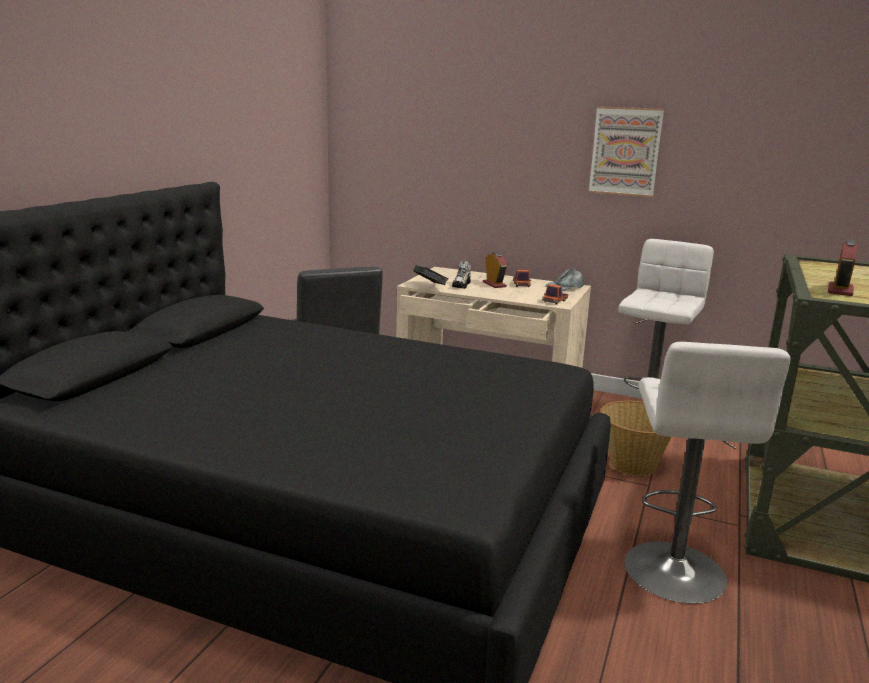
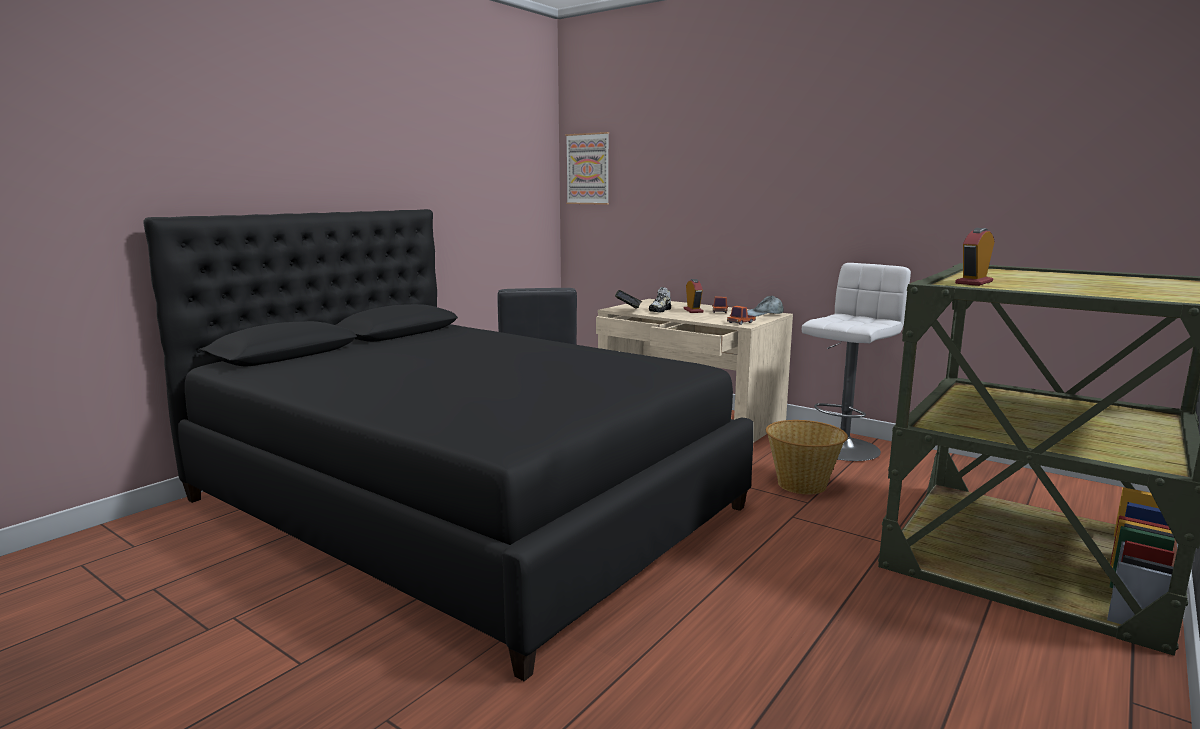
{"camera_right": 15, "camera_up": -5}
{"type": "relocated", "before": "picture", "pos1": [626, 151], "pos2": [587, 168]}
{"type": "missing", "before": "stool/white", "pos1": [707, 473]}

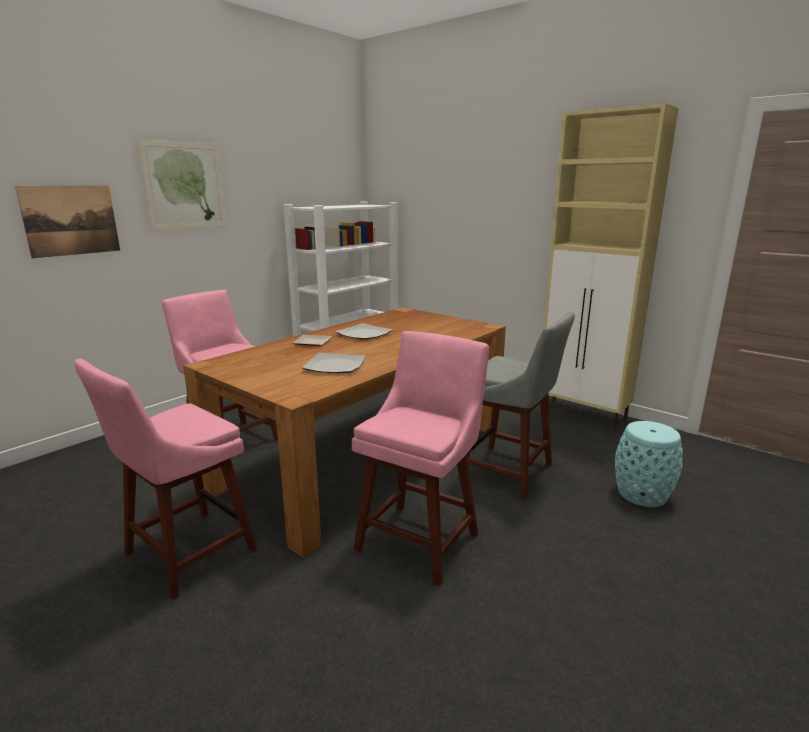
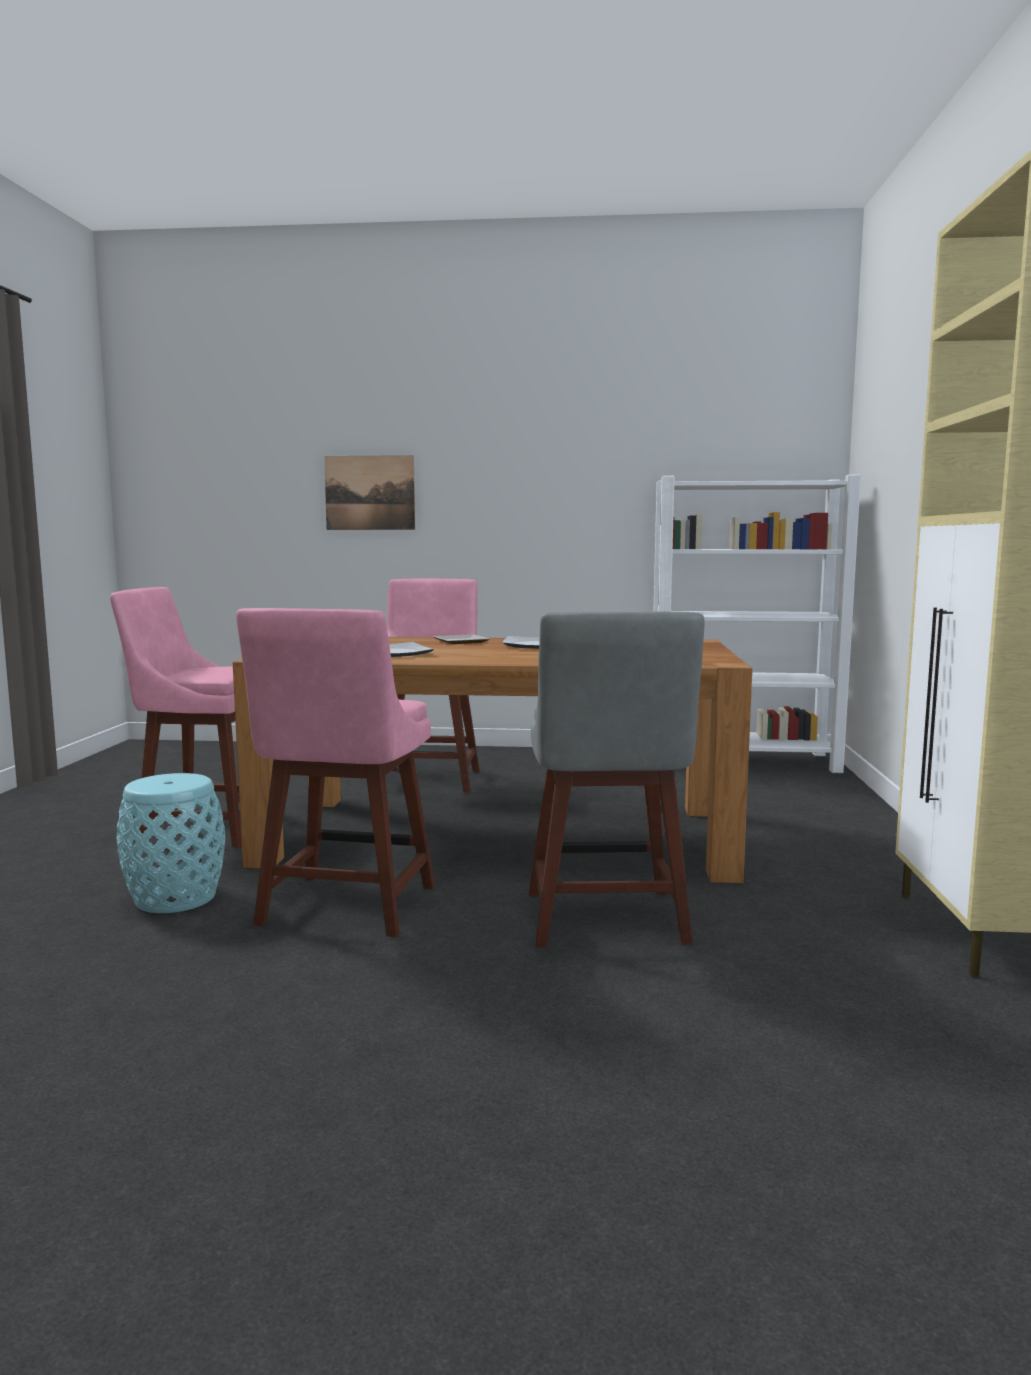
{"camera_right": 55, "camera_up": -10}
{"type": "relocated", "before": "stool/turquoise", "pos1": [649, 464], "pos2": [170, 843]}
{"type": "spun", "before": "chair/pink", "pos1": [420, 458], "pos2": [335, 772], "turn": 105}
{"type": "missing", "before": "picture", "pos1": [182, 185]}

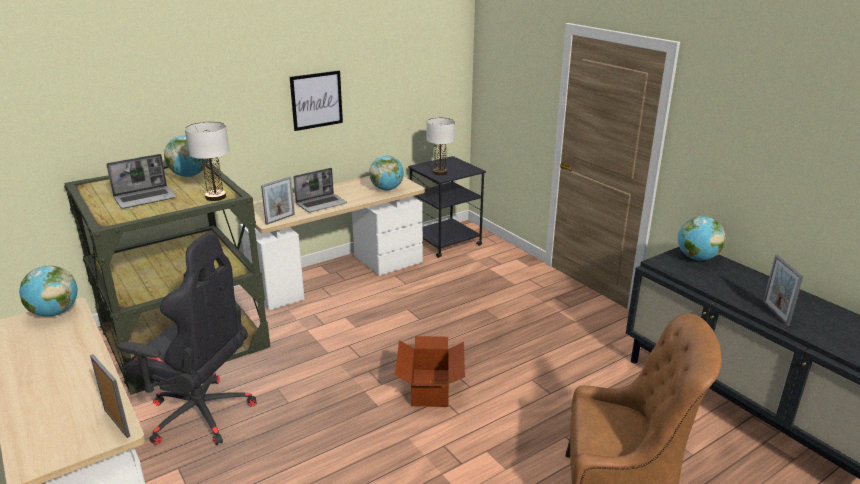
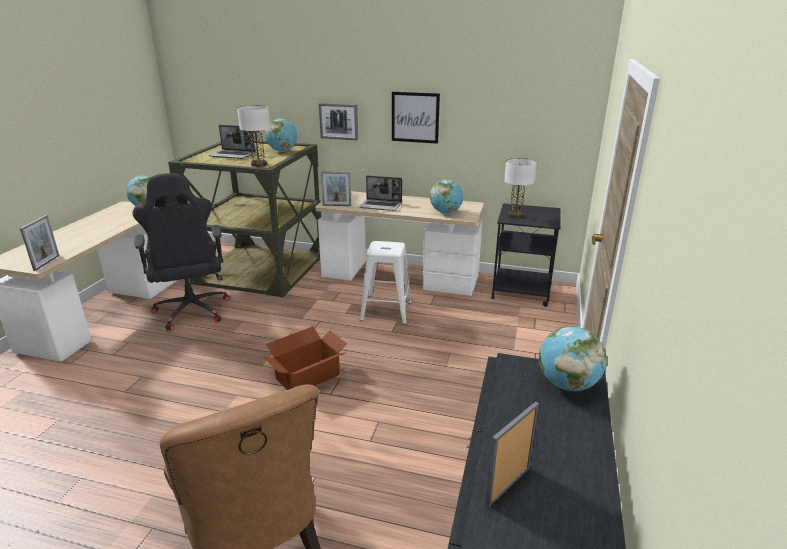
{"camera_right": 50, "camera_up": 0}
{"type": "appeared", "after": "picture", "pos2": [338, 121]}
{"type": "appeared", "after": "stool/white", "pos2": [386, 282]}

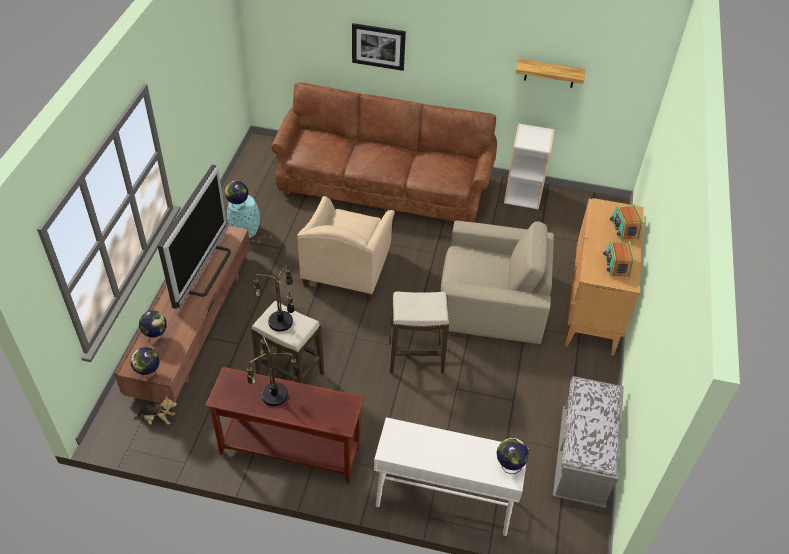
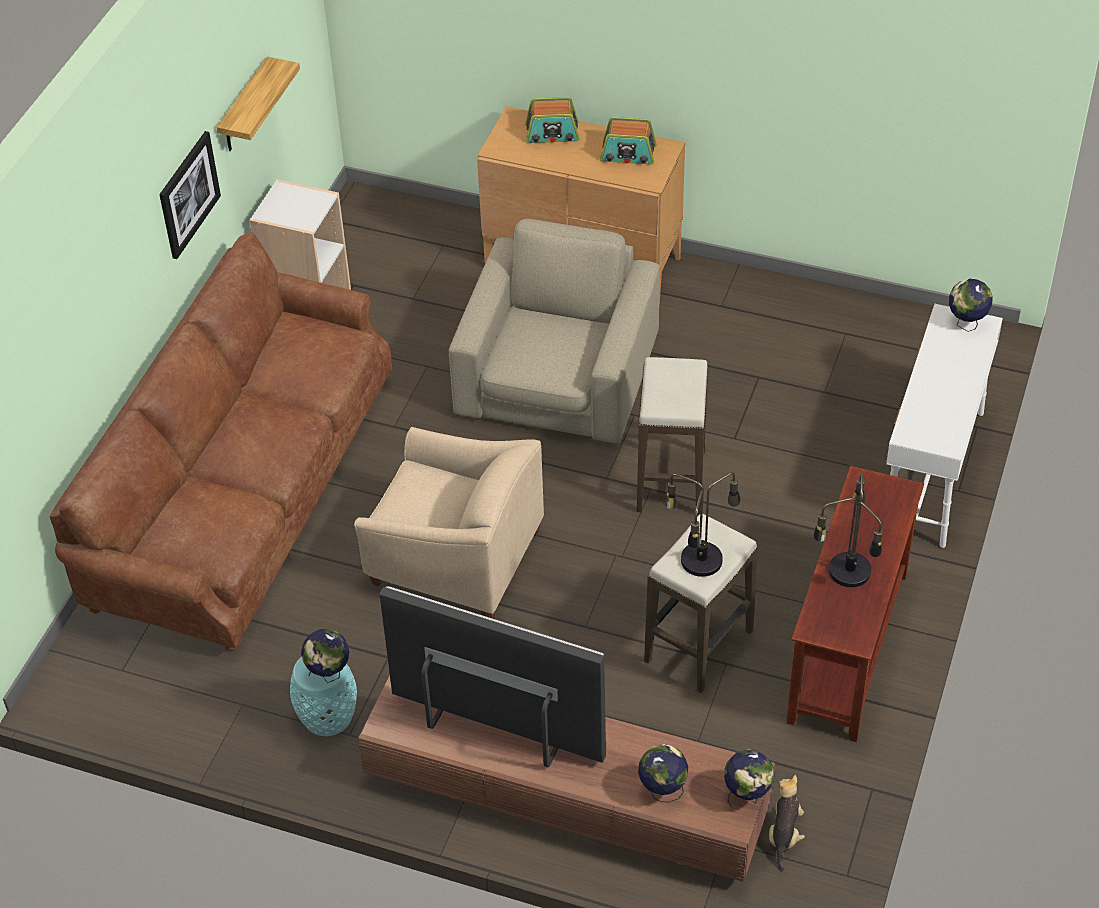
{"camera_right": -80, "camera_up": 0}
{"type": "relocated", "before": "picture", "pos1": [379, 47], "pos2": [190, 195]}
{"type": "missing", "before": "bench/grey", "pos1": [588, 442]}

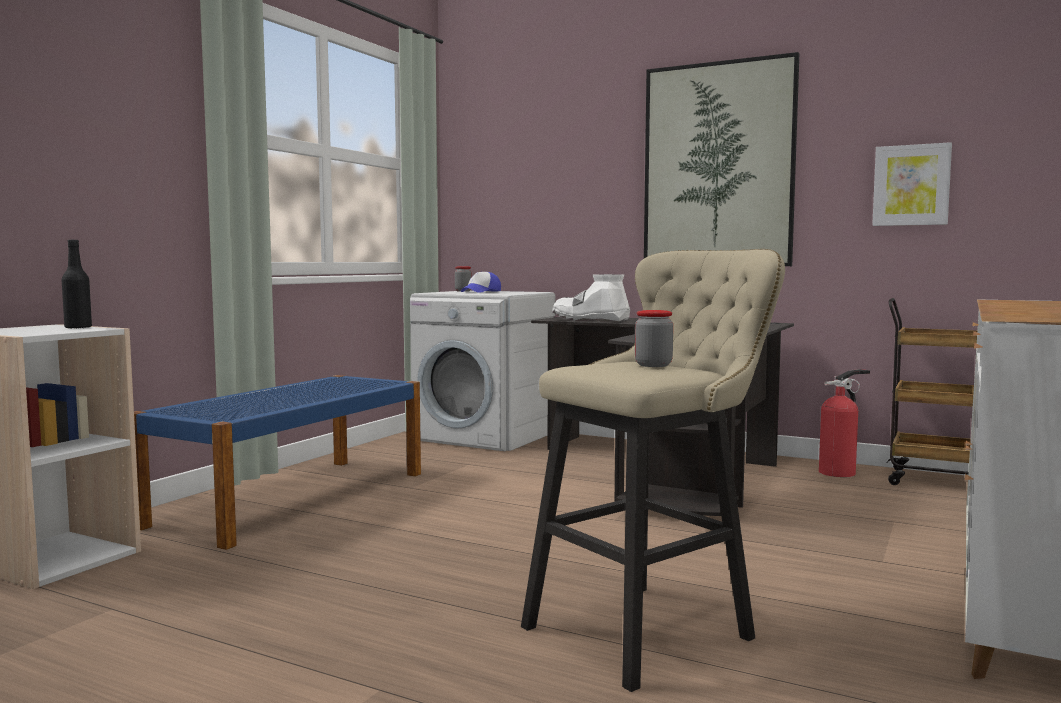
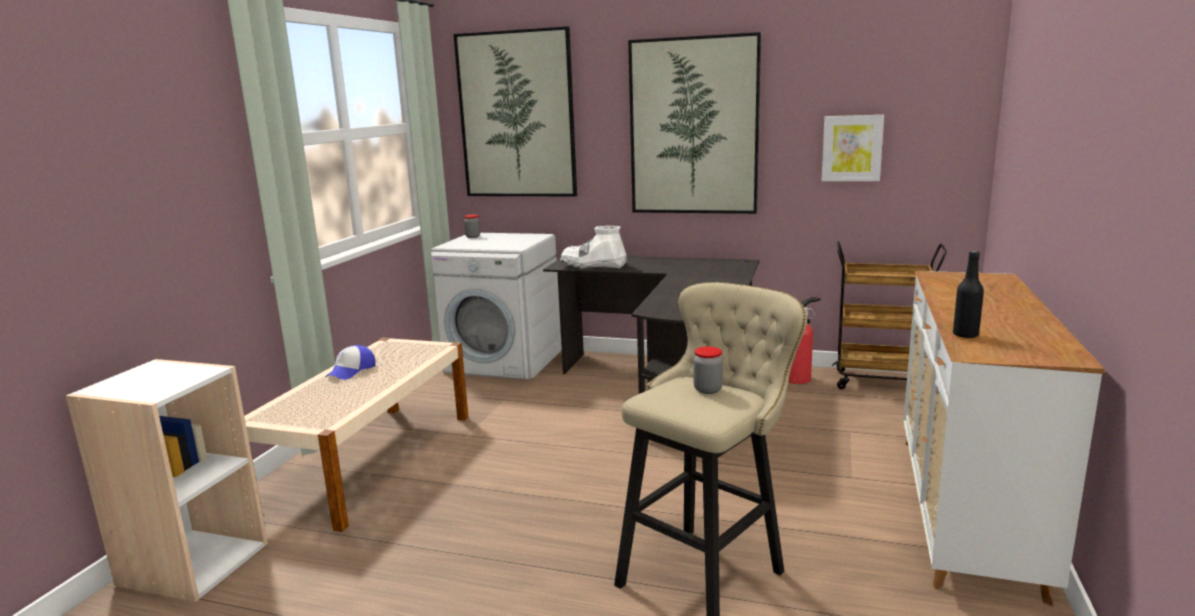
{"camera_right": -10, "camera_up": 10}
{"type": "colour", "before": "bench/blue", "after": "bench/beige", "pos1": [277, 462], "pos2": [356, 434]}
{"type": "relocated", "before": "cap", "pos1": [480, 282], "pos2": [351, 362]}
{"type": "appeared", "after": "picture", "pos2": [515, 111]}
{"type": "relocated", "before": "bottle/black", "pos1": [77, 284], "pos2": [968, 295]}

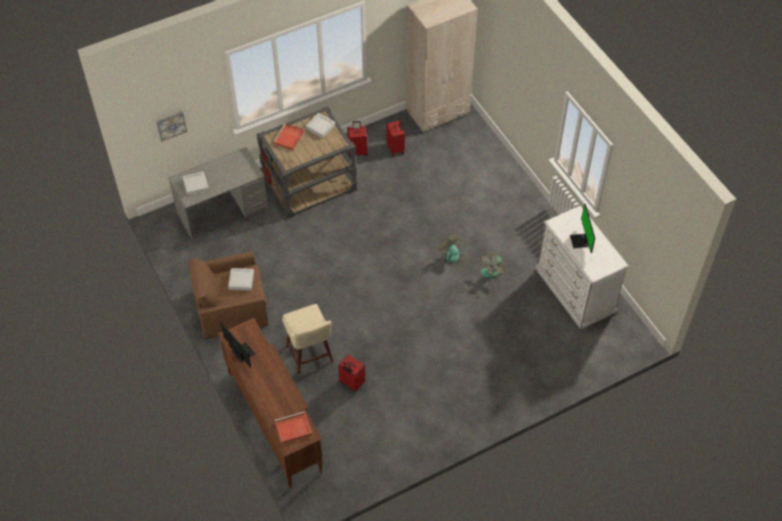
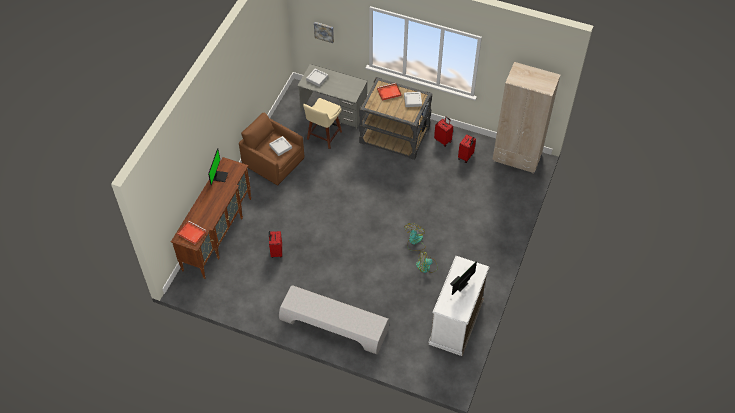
{"camera_right": 50, "camera_up": 0}
{"type": "appeared", "after": "bench/grey", "pos2": [334, 319]}
{"type": "relocated", "before": "stool/beige", "pos1": [308, 339], "pos2": [322, 123]}

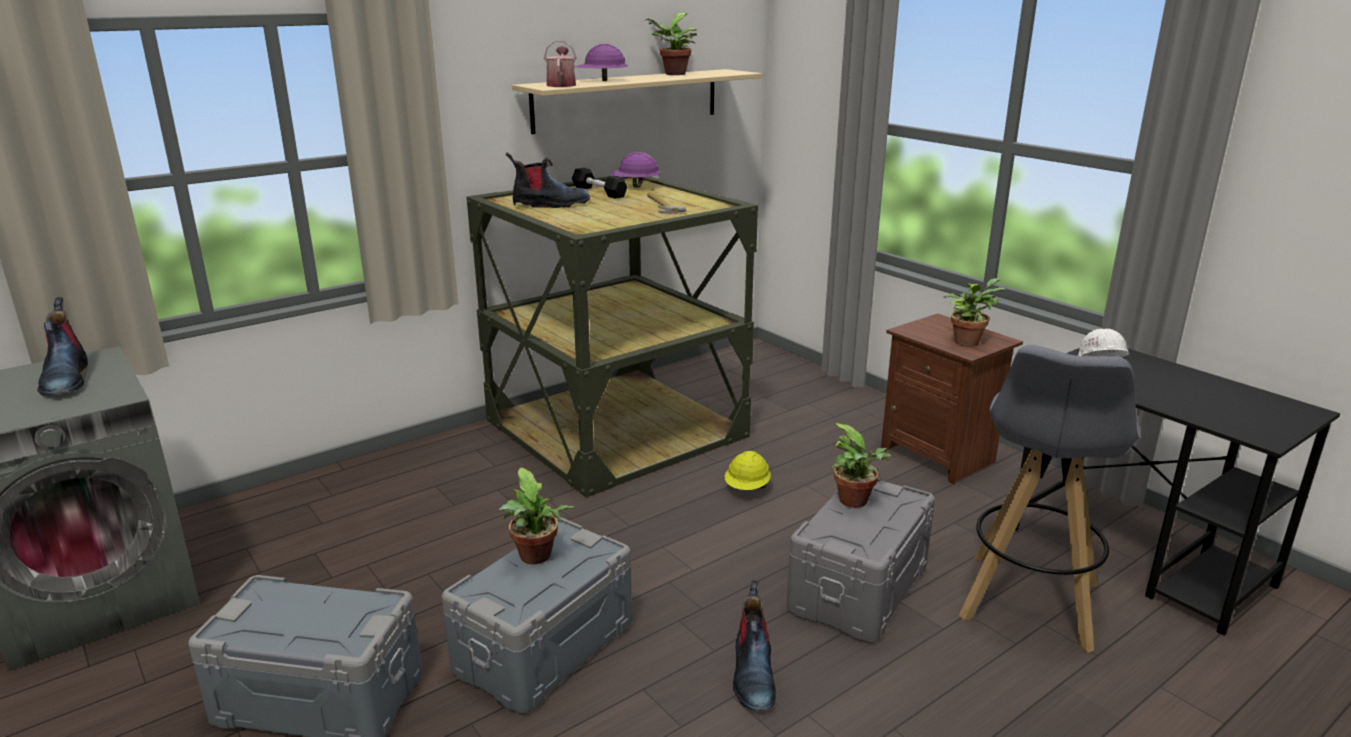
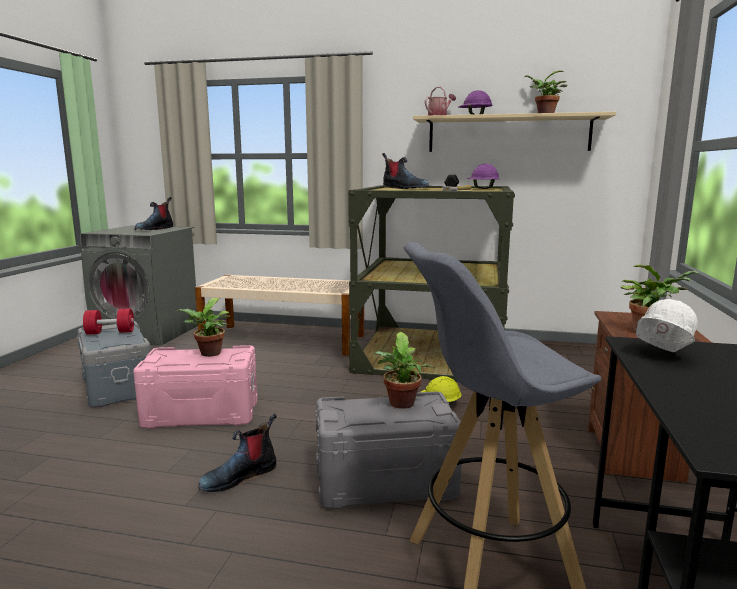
{"camera_right": 50, "camera_up": -10}
{"type": "appeared", "after": "dumbbell/red", "pos2": [108, 321]}
{"type": "colour", "before": "storage box/grey", "after": "storage box/pink", "pos1": [537, 615], "pos2": [195, 387]}
{"type": "appeared", "after": "bench/beige", "pos2": [279, 315]}

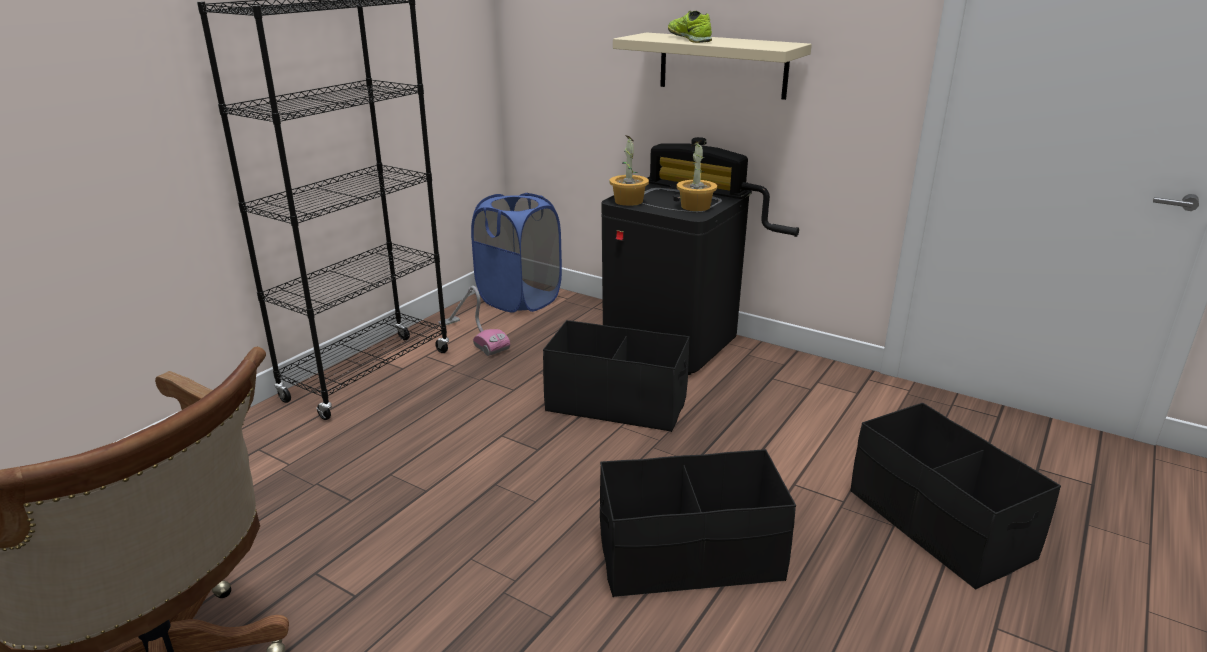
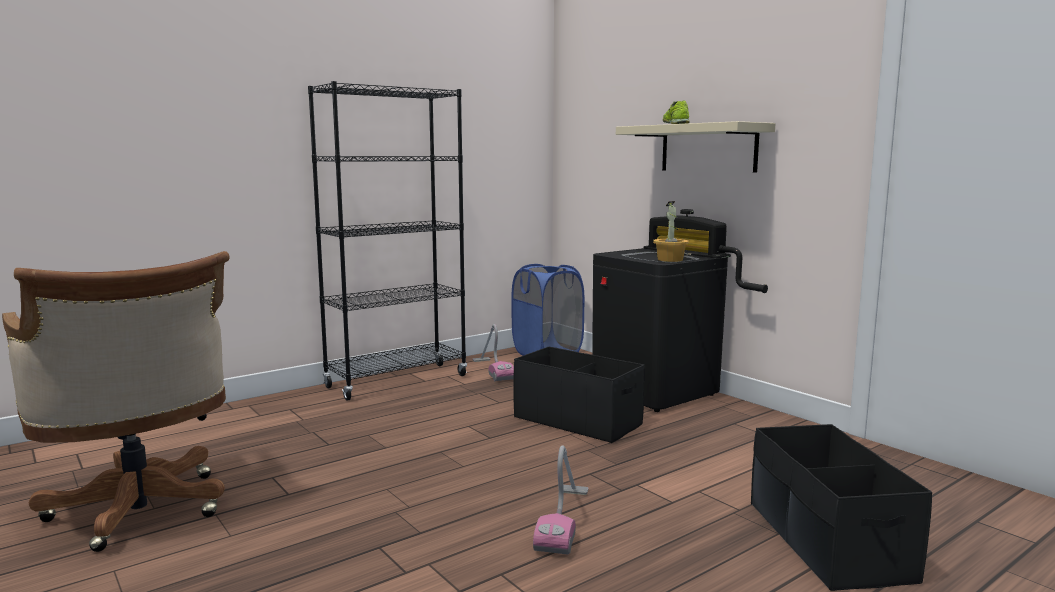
{"camera_right": 20, "camera_up": -15}
{"type": "exchanged", "before": "storage box/black", "after": "vacuum cleaner", "pos1": [698, 523], "pos2": [560, 500]}
{"type": "missing", "before": "potted plant", "pos1": [629, 170]}

